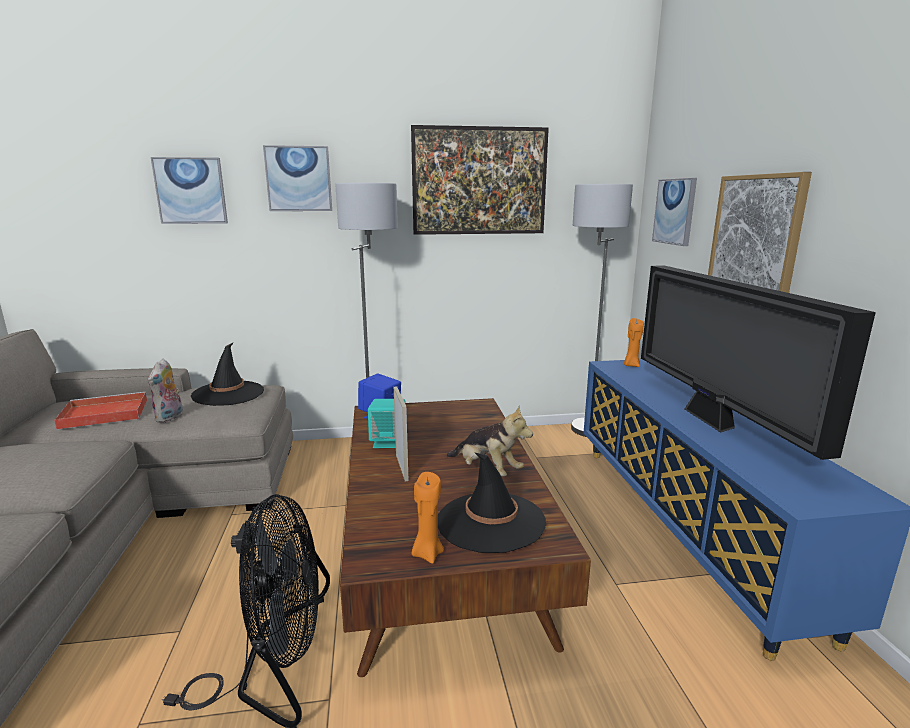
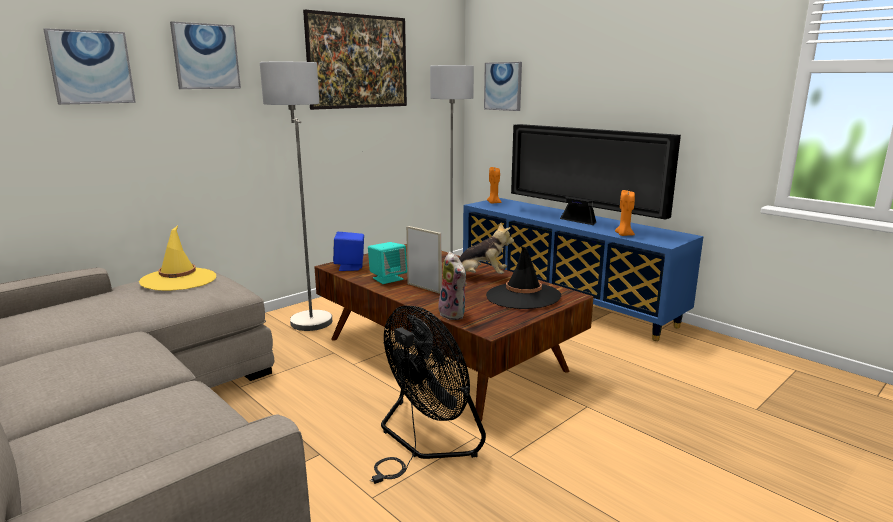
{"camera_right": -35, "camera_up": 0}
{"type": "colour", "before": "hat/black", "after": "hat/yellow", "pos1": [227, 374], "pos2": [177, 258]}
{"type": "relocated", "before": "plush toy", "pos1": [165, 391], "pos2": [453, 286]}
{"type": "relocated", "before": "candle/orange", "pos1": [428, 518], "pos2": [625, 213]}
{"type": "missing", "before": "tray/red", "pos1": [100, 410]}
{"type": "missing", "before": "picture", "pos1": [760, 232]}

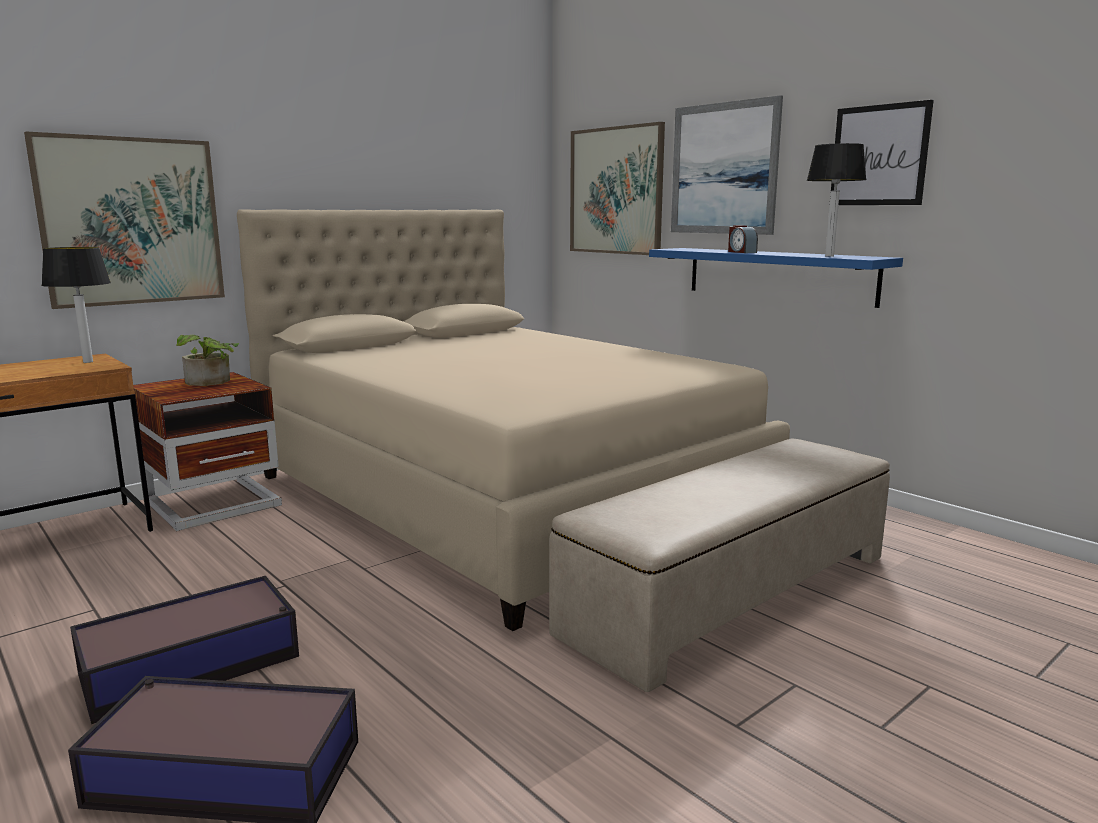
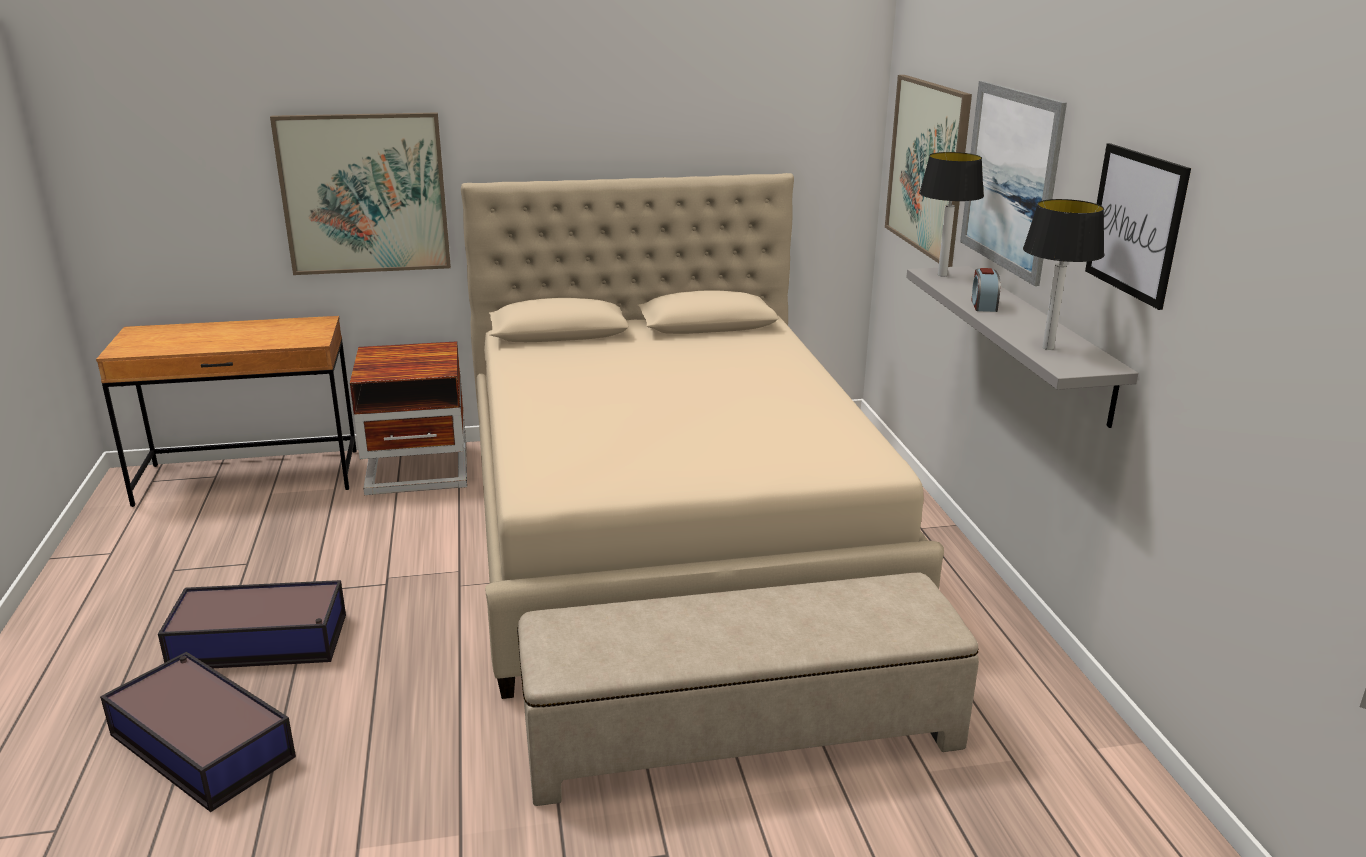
{"camera_right": 30, "camera_up": 10}
{"type": "colour", "before": "shelf/blue", "after": "shelf/grey", "pos1": [776, 278], "pos2": [1022, 347]}
{"type": "relocated", "before": "table lamp", "pos1": [76, 305], "pos2": [951, 214]}
{"type": "missing", "before": "potted plant", "pos1": [207, 360]}

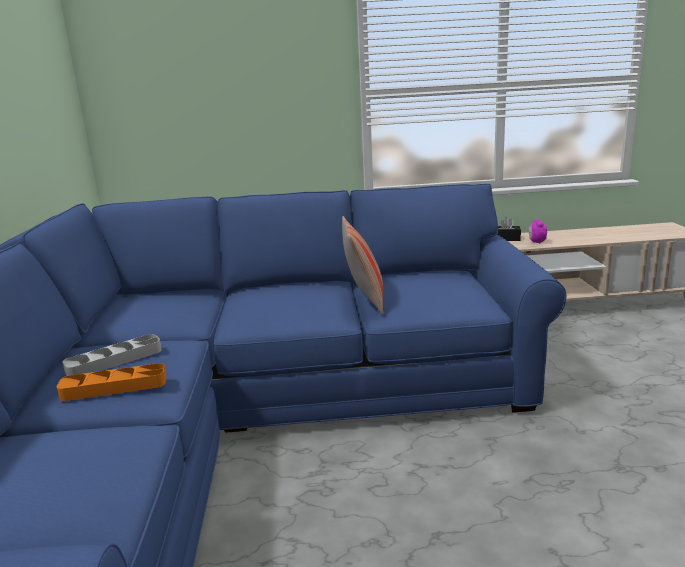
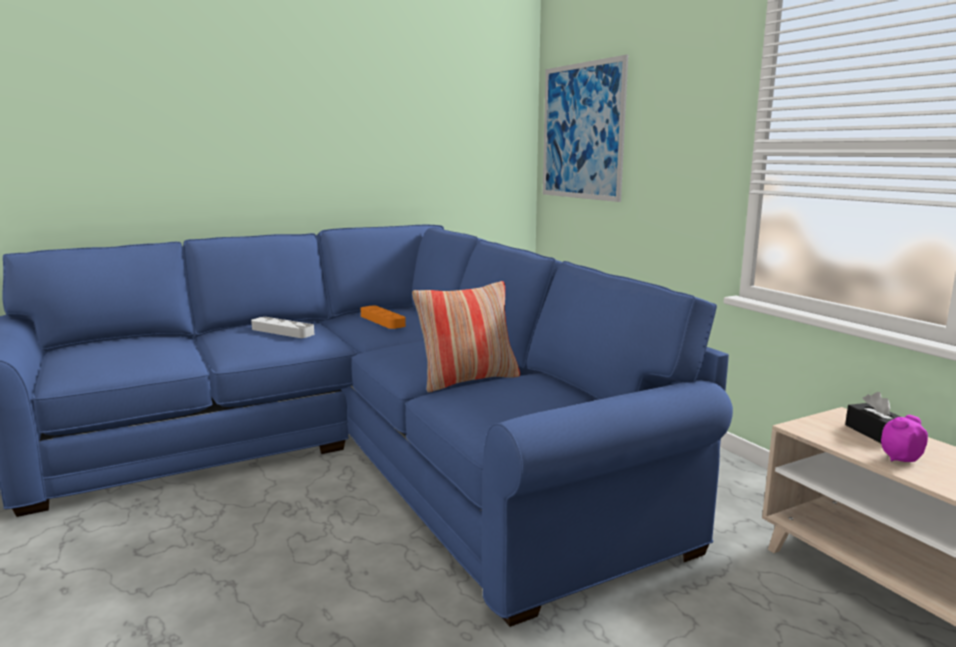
{"camera_right": 65, "camera_up": -5}
{"type": "relocated", "before": "tray/orange", "pos1": [112, 382], "pos2": [383, 317]}
{"type": "appeared", "after": "picture", "pos2": [585, 128]}

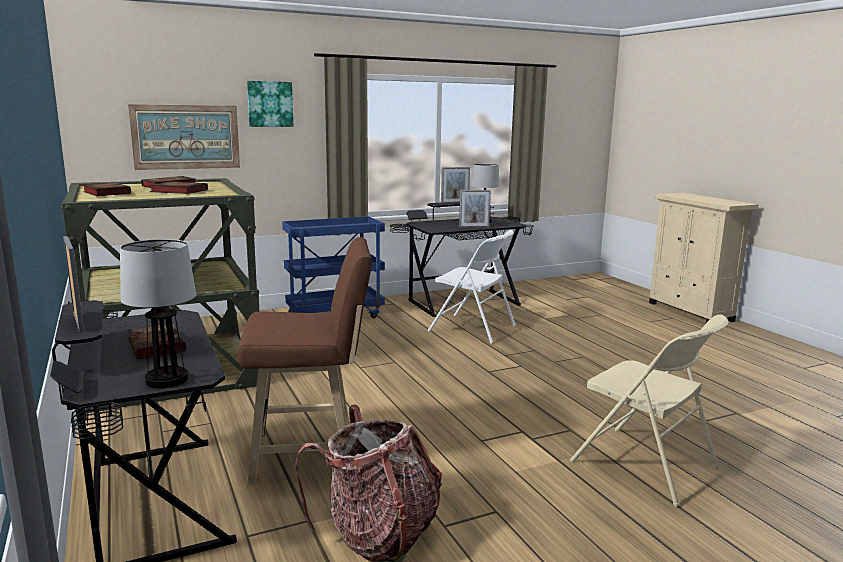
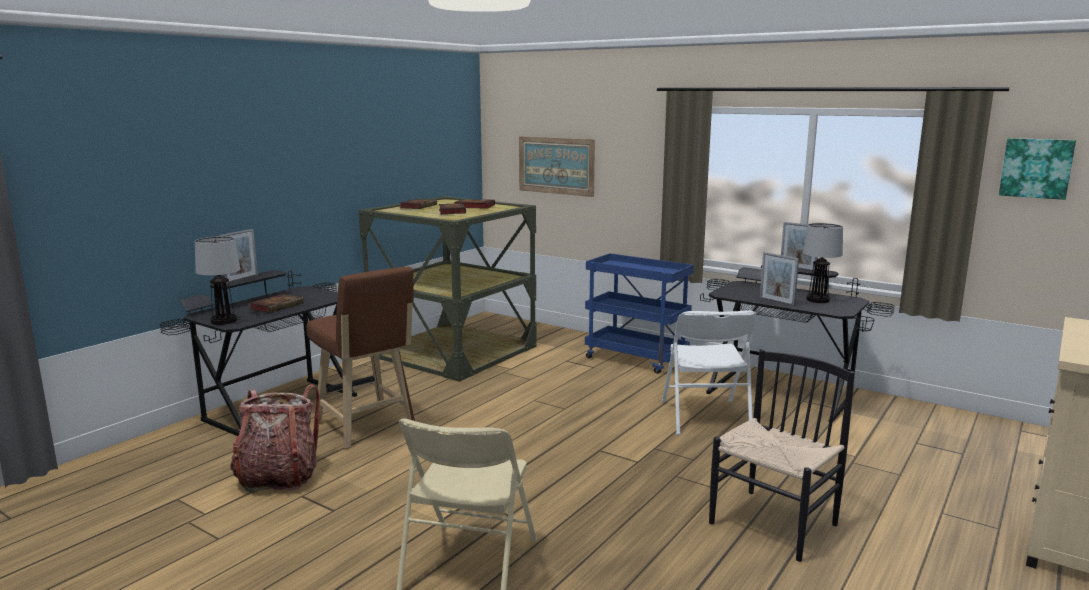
{"camera_right": 60, "camera_up": 0}
{"type": "appeared", "after": "chair/black", "pos2": [782, 455]}
{"type": "relocated", "before": "picture", "pos1": [270, 104], "pos2": [1037, 169]}

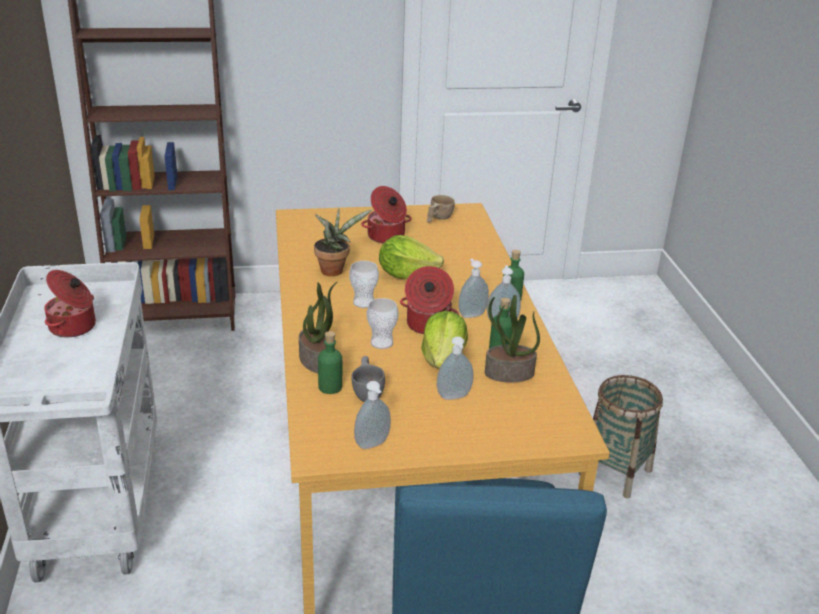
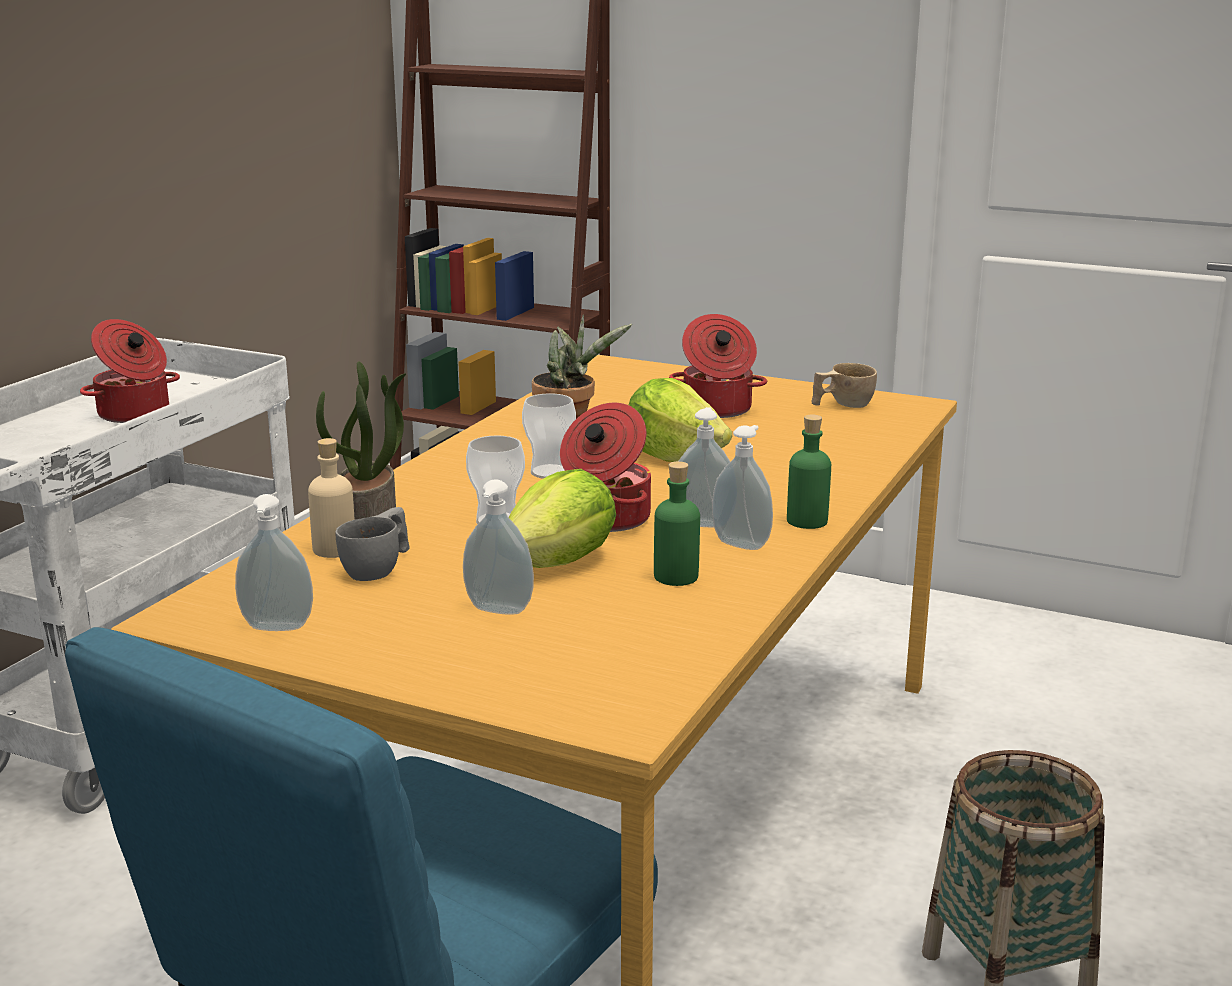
{"camera_right": 35, "camera_up": -10}
{"type": "colour", "before": "bottle/green", "after": "bottle/beige", "pos1": [330, 362], "pos2": [331, 498]}
{"type": "missing", "before": "potted plant", "pos1": [512, 339]}

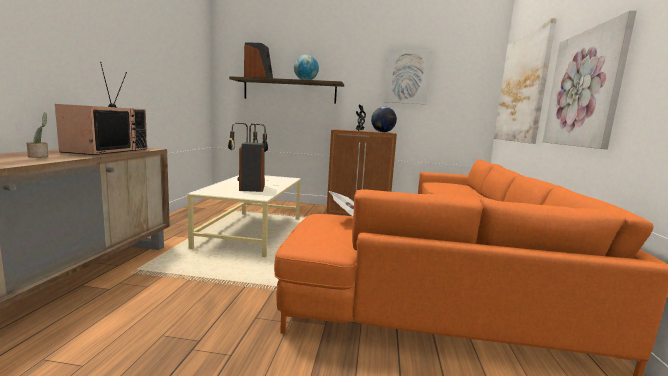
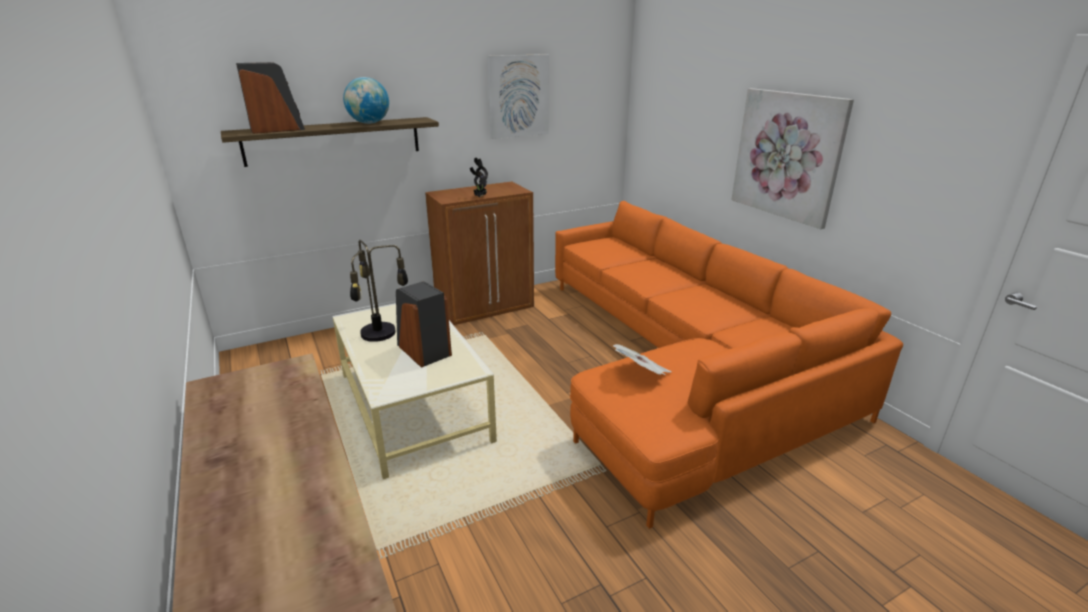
{"camera_right": -35, "camera_up": 15}
{"type": "missing", "before": "potted plant", "pos1": [37, 134]}
{"type": "missing", "before": "television", "pos1": [101, 108]}
{"type": "missing", "before": "globe", "pos1": [384, 119]}
{"type": "missing", "before": "picture", "pos1": [525, 81]}

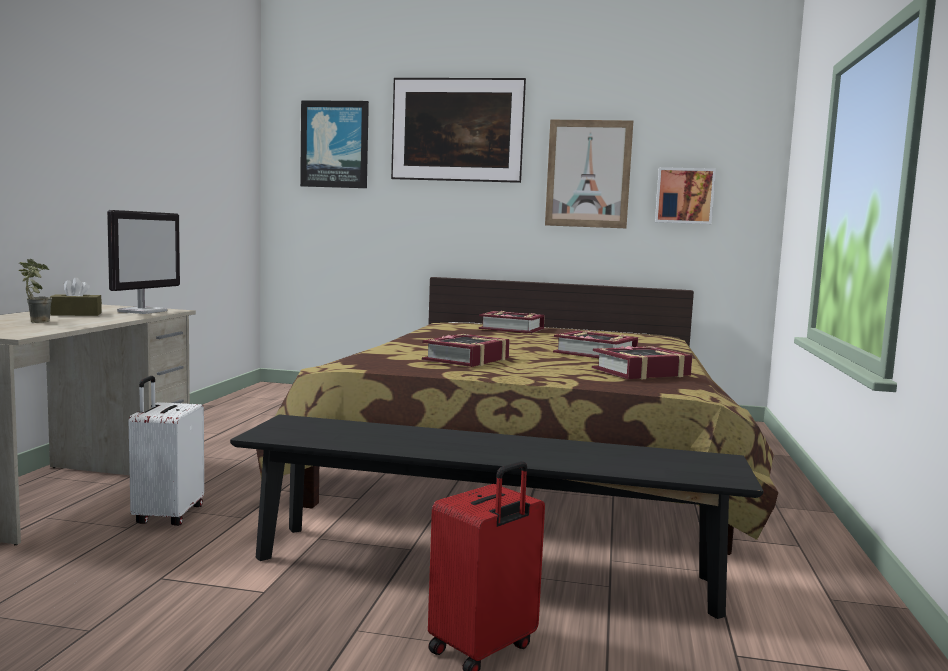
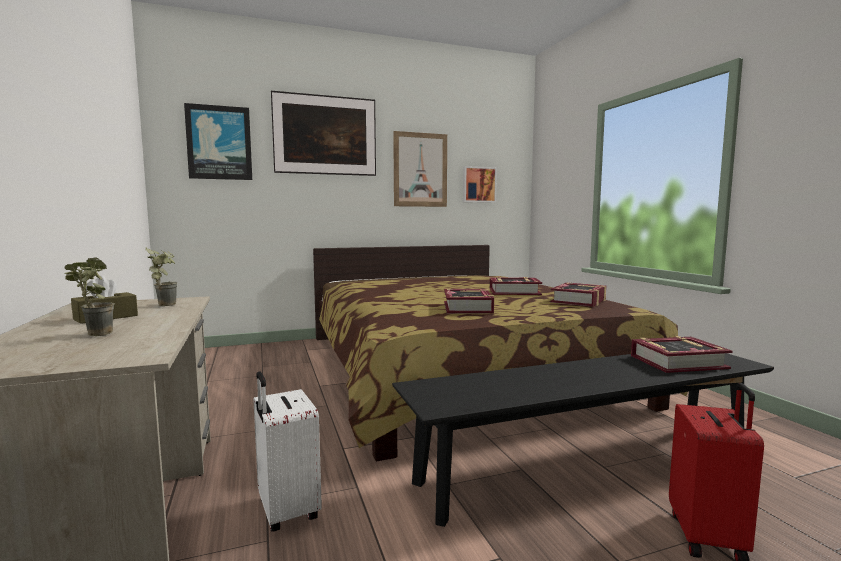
{"camera_right": -30, "camera_up": 0}
{"type": "exchanged", "before": "monitor", "after": "potted plant", "pos1": [143, 262], "pos2": [161, 276]}
{"type": "relocated", "before": "book", "pos1": [512, 322], "pos2": [682, 354]}

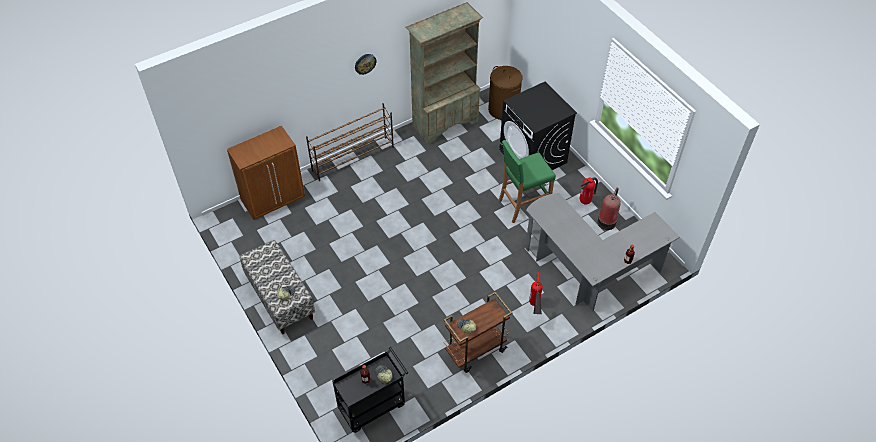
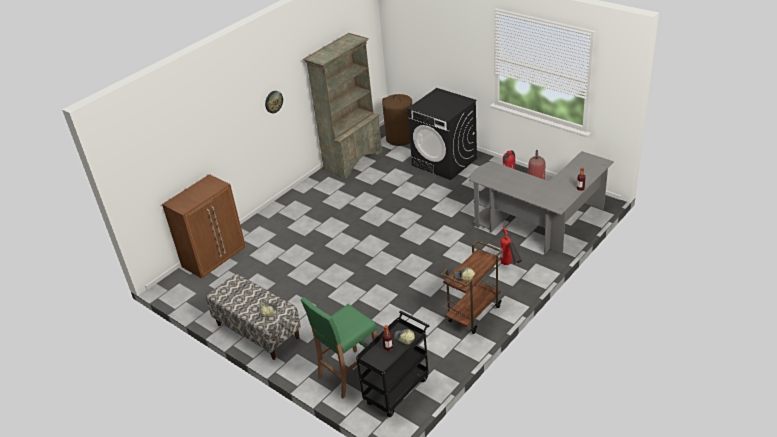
{"camera_right": -15, "camera_up": -15}
{"type": "relocated", "before": "stool/green", "pos1": [527, 181], "pos2": [338, 347]}
{"type": "missing", "before": "shoe rack/brown", "pos1": [350, 142]}

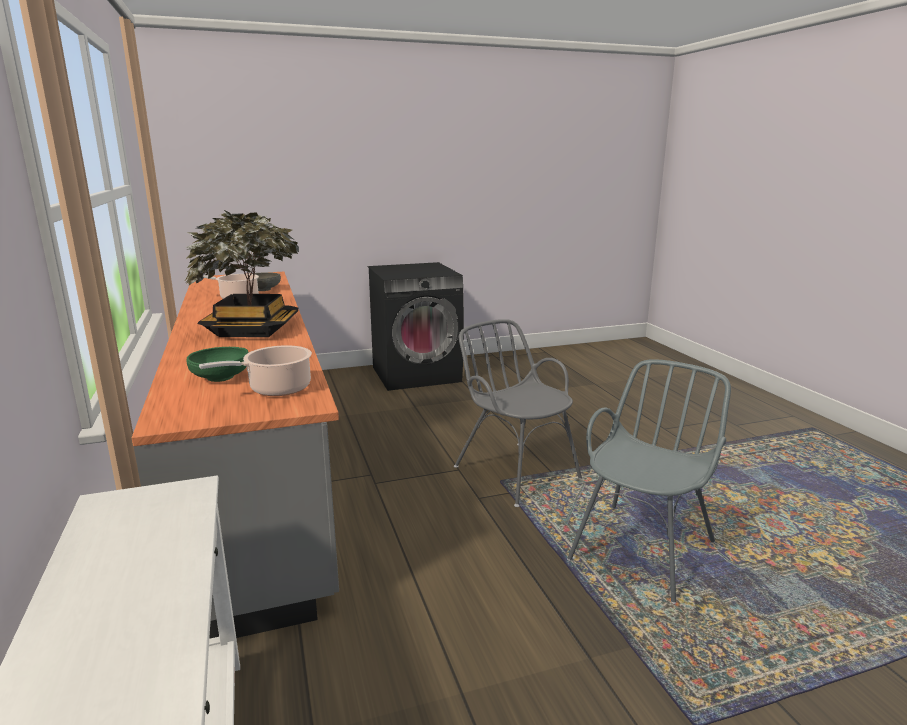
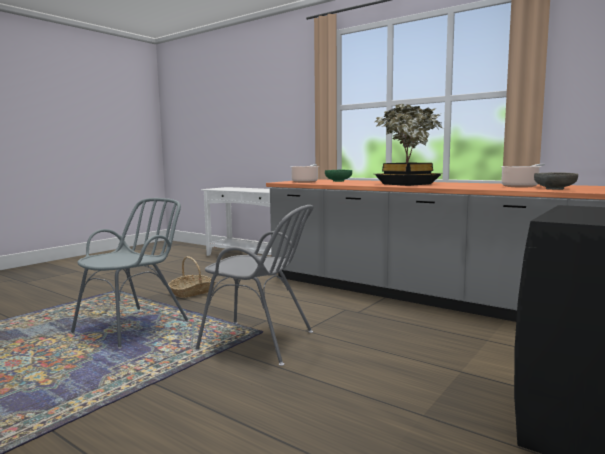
{"camera_right": 145, "camera_up": -10}
{"type": "spun", "before": "chair/grey", "pos1": [649, 481], "pos2": [130, 273], "turn": -150}
{"type": "appeared", "after": "basket", "pos2": [192, 277]}

